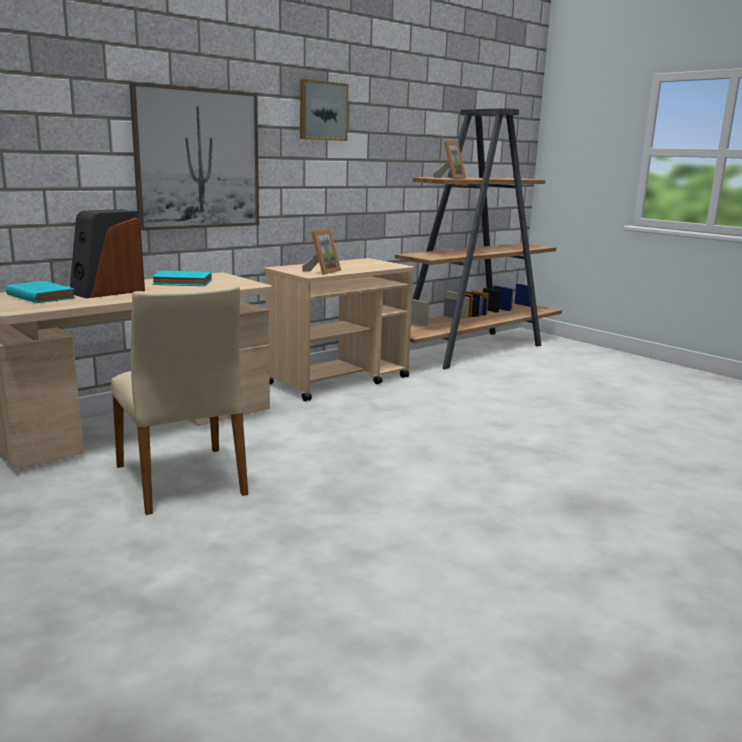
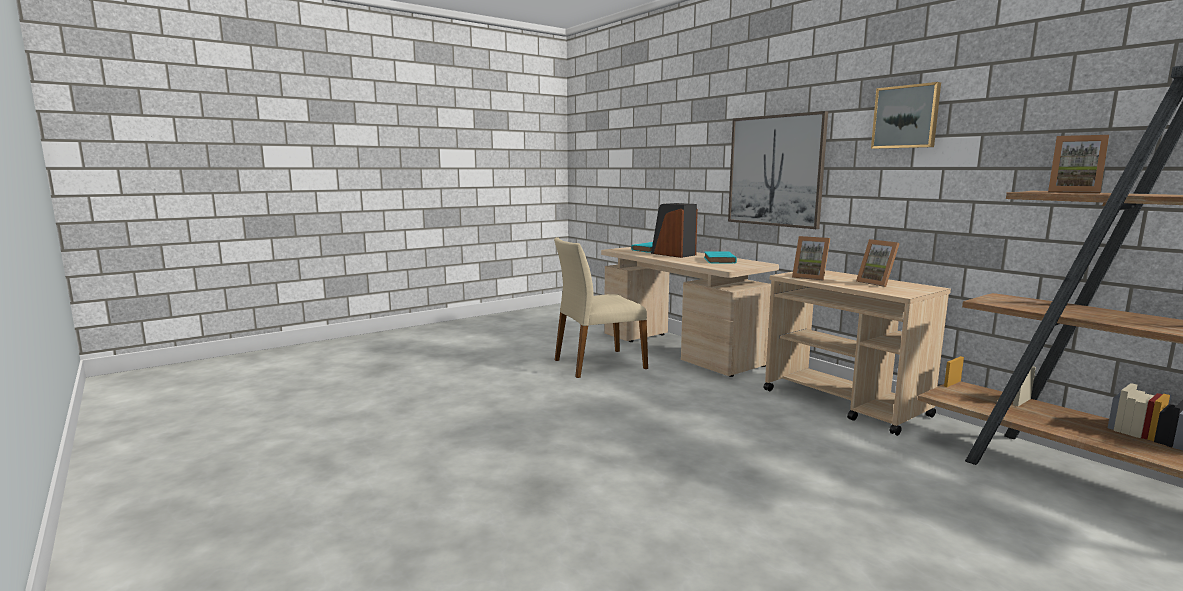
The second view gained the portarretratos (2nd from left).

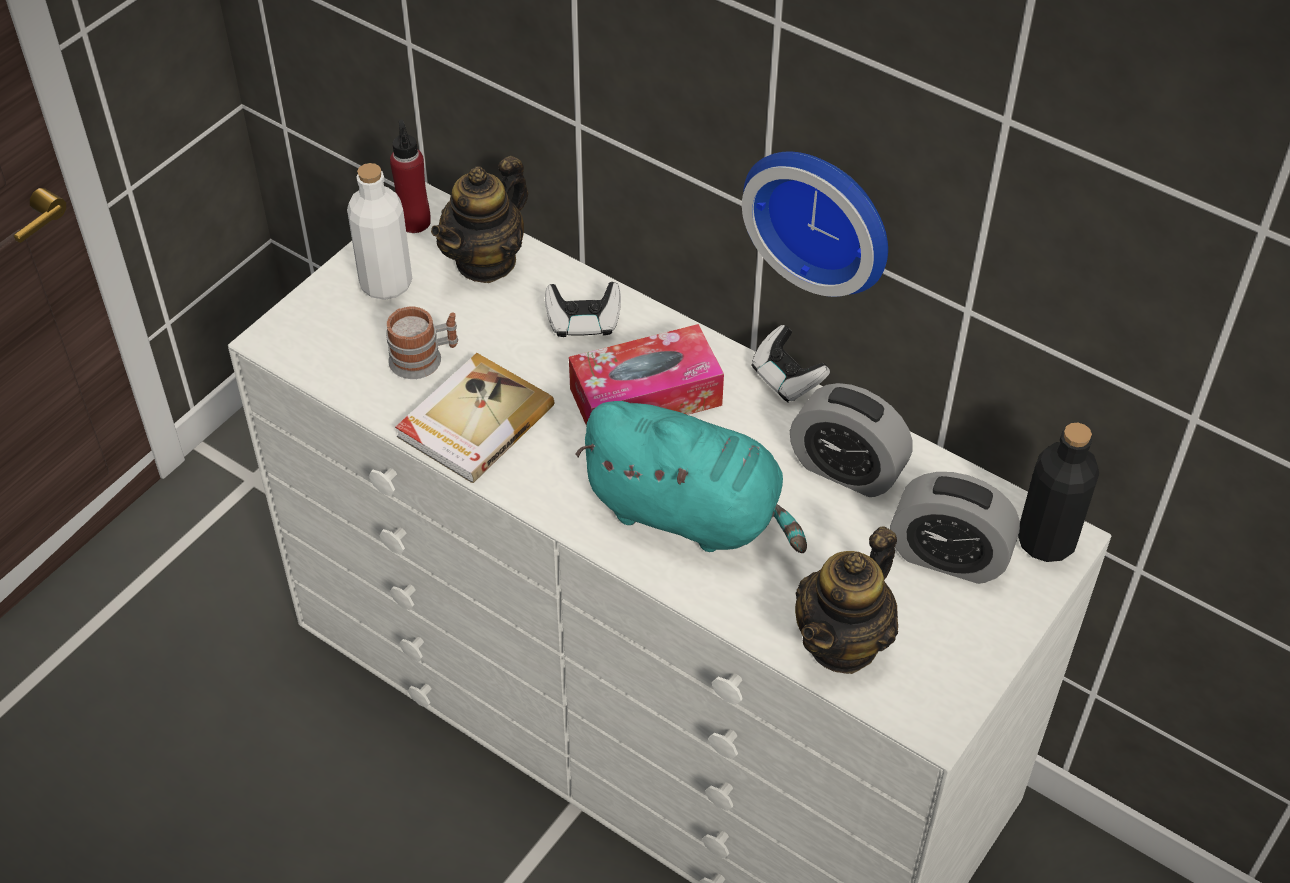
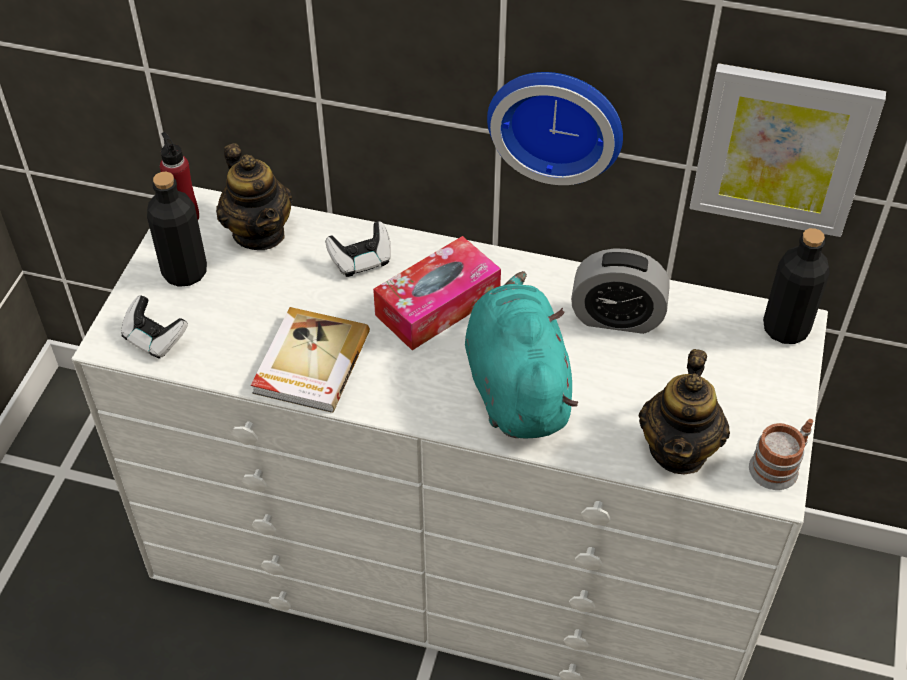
The tetera (1st from left) ended up facing another way, 45 degrees counterclockwise from before. What was the botella (blanco) turned into the botella (negro) (1st from left). The taza grande ended up elsewhere. The mando de consola (2nd from left in the first image) ended up elsewhere. The peluche (turquesa) ended up facing another way, 105 degrees counterclockwise from before. The second view lost the despertador (2nd from left). The second view gained the cuadro.

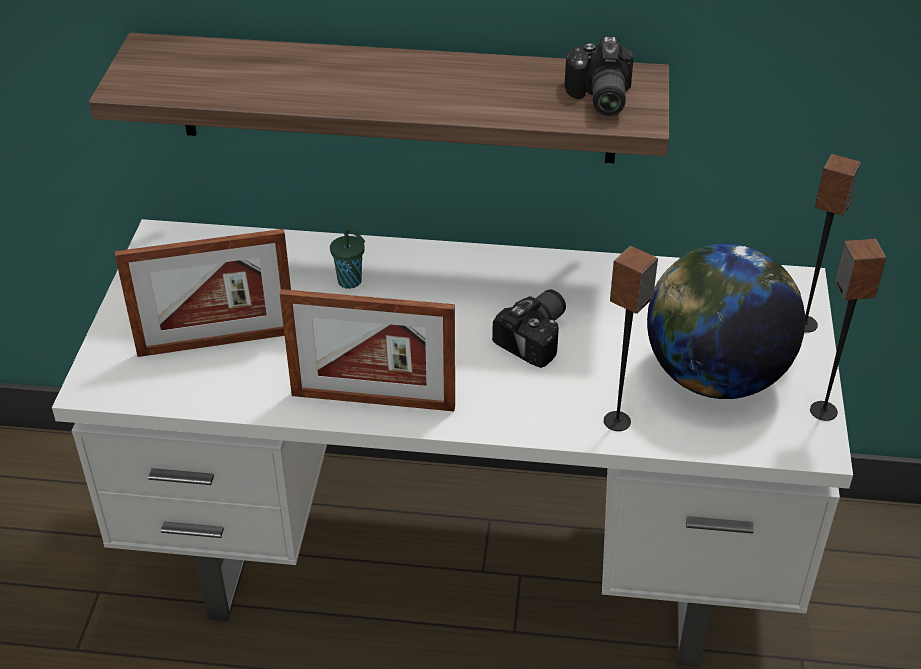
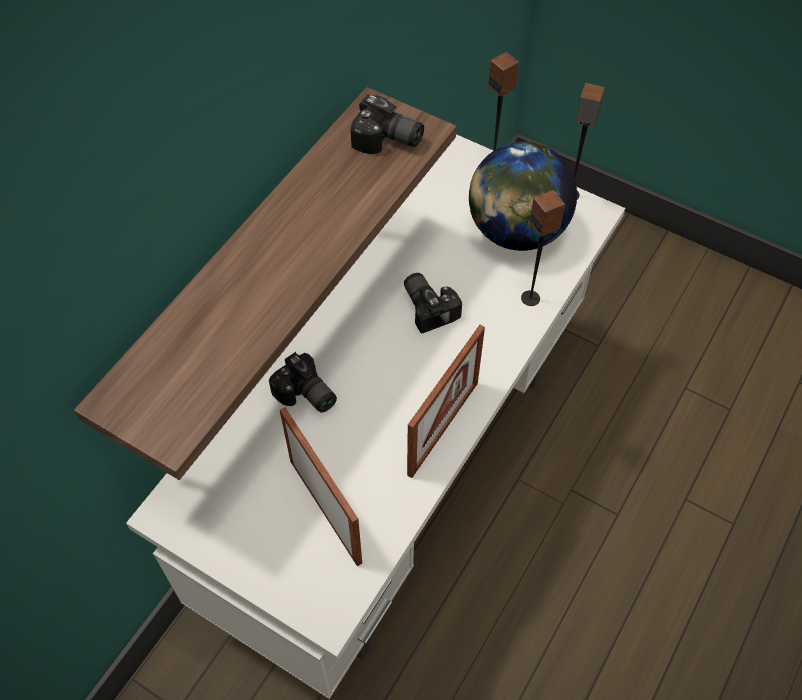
Where the taza (verde) stood, the cámara (1st from left) came to stand. The portarretratos (1st from left) ended up facing another way, 45 degrees counterclockwise from before.

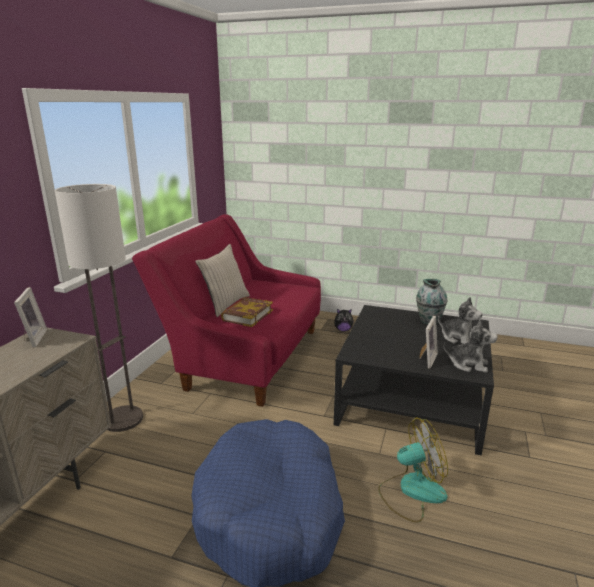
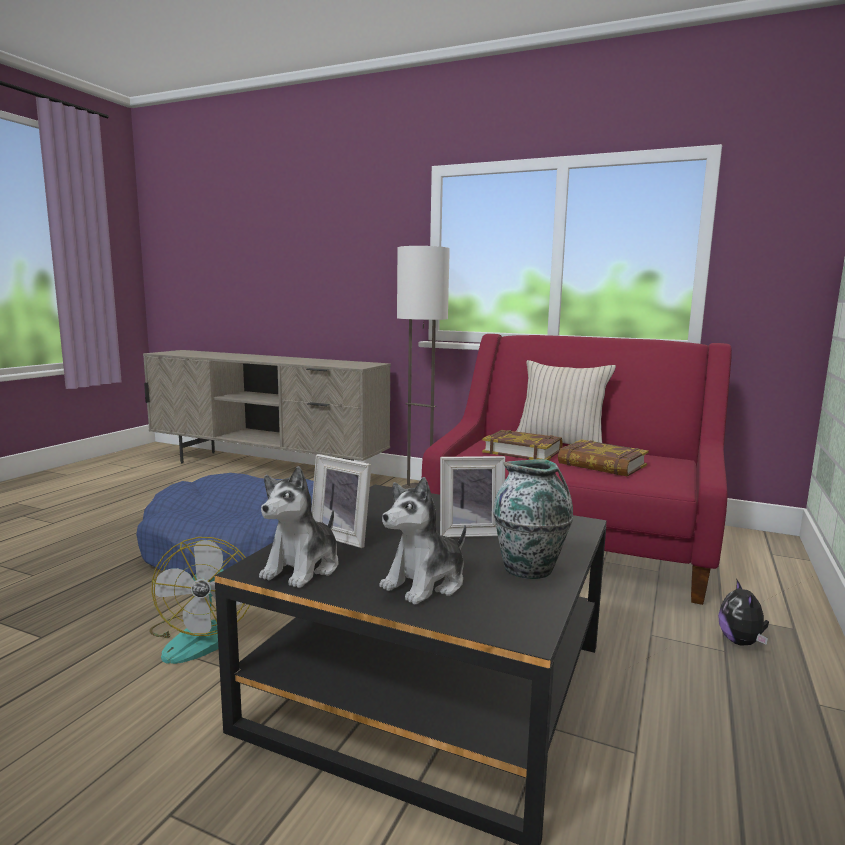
The portarretratos (1st from left in the first image) ended up elsewhere. The second view gained the libro (2nd from left).

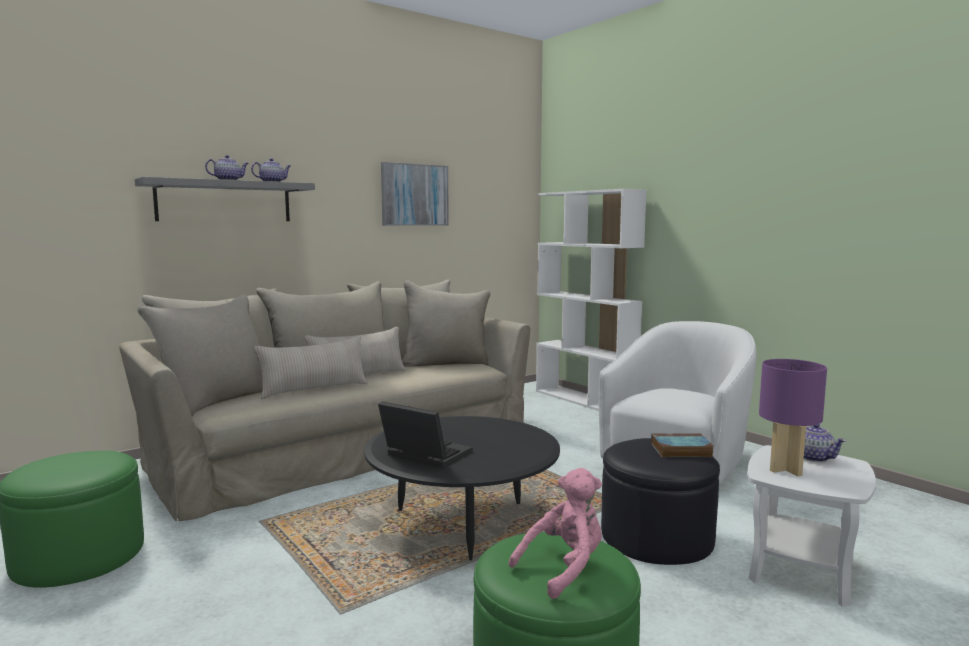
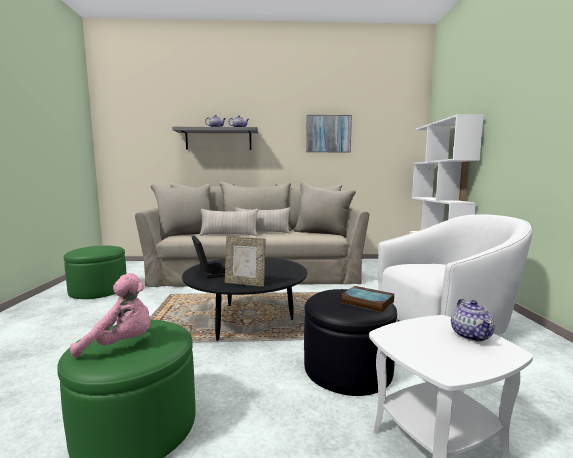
The second view lost the lámpara de mesa (morado). The second view gained the portarretratos.

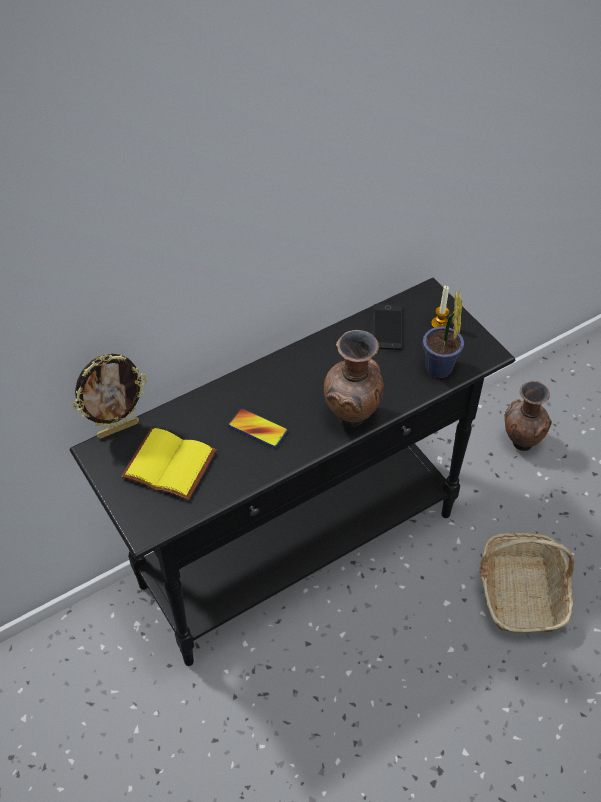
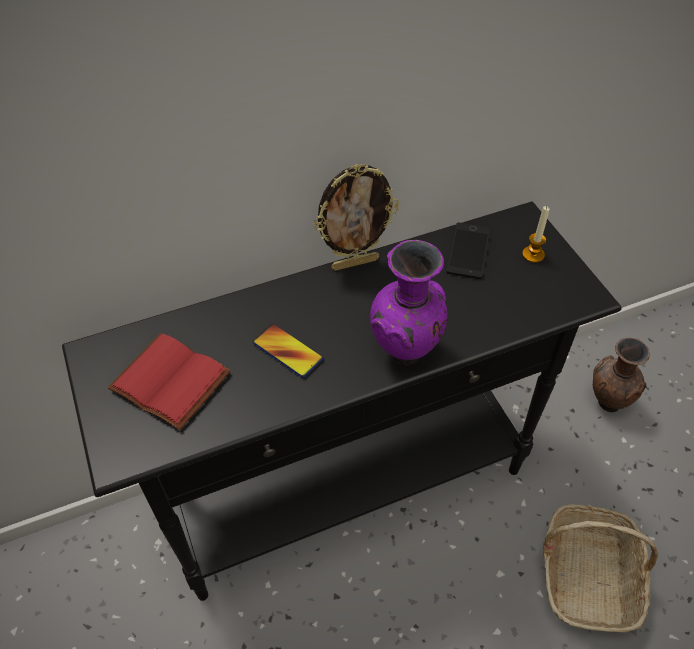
The second view lost the planta en maceta. What was the florero (marrón) (1st from left) turned into the florero (morado). The portarretratos ended up elsewhere. What was the libro (amarillo) turned into the libro (rojo).

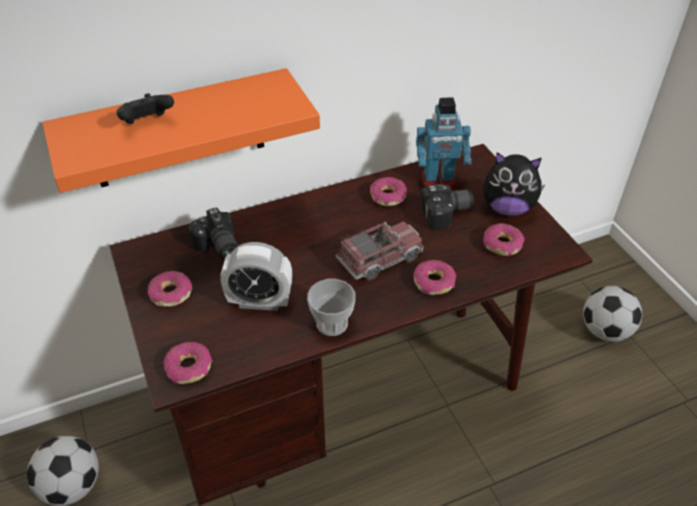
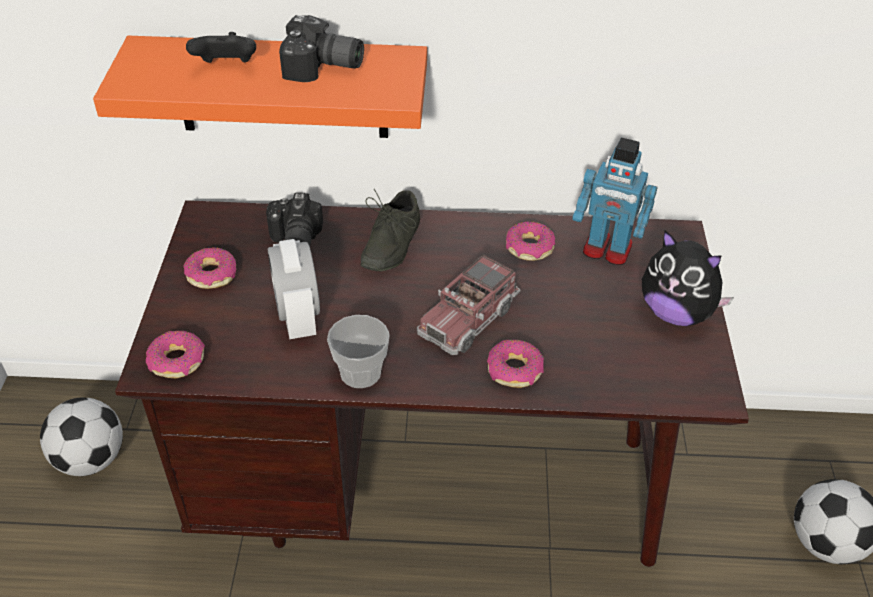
The cámara (2nd from left) ended up elsewhere. The camión de juguete ended up facing another way, 135 degrees clockwise from before. The second view lost the rosquilla (5th from left). The despertador ended up facing another way, 45 degrees clockwise from before. The second view gained the zapato (gris).

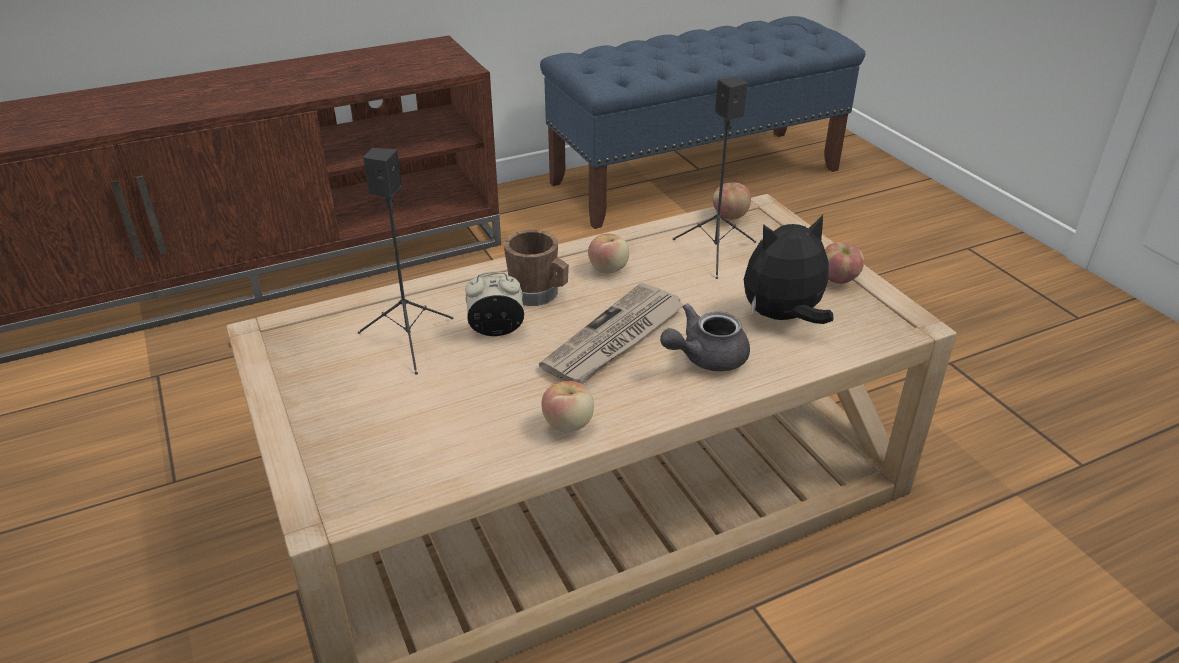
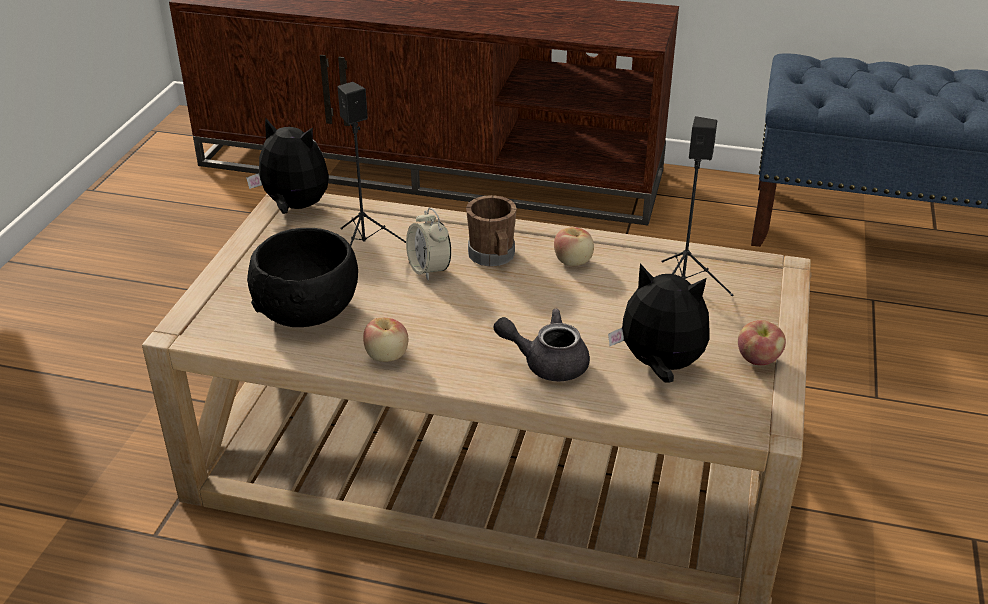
The second view lost the manzana (3rd from left). The despertador ended up facing another way, 150 degrees counterclockwise from before. The second view lost the periódico. The second view gained the peluche (1st from left). The second view gained the cuenco (negro).

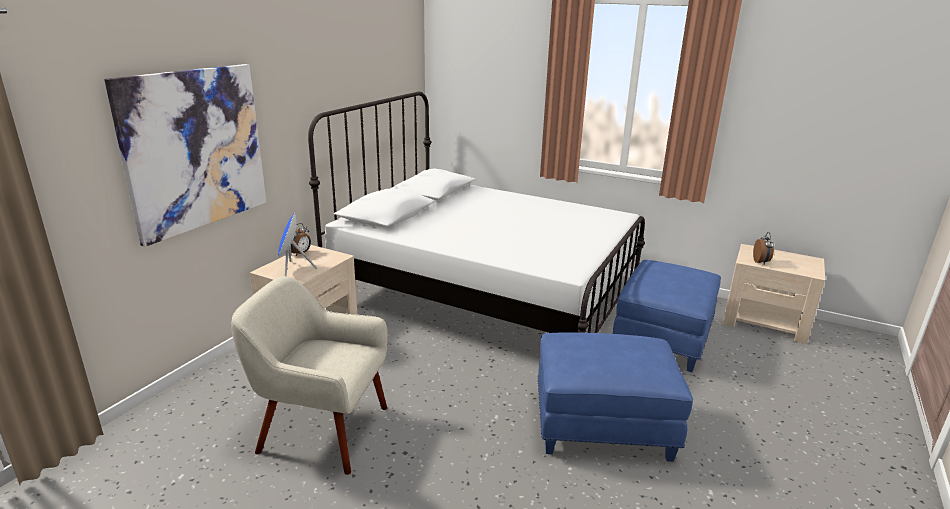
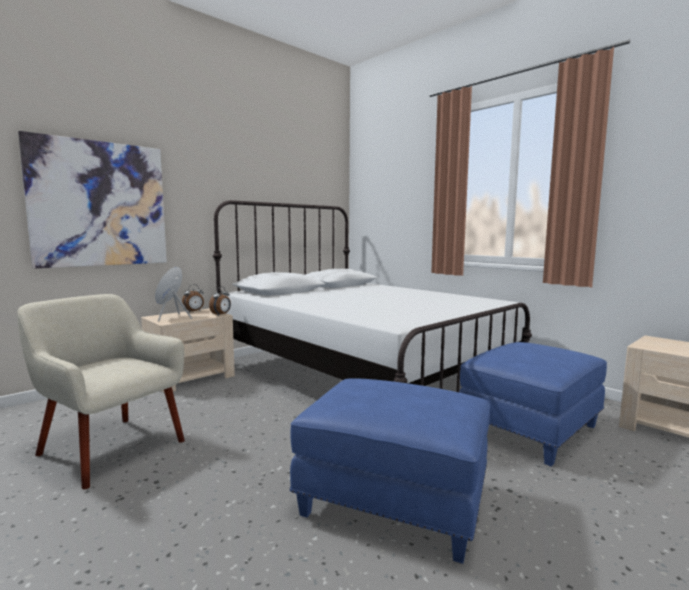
The despertador (2nd from left) ended up elsewhere.

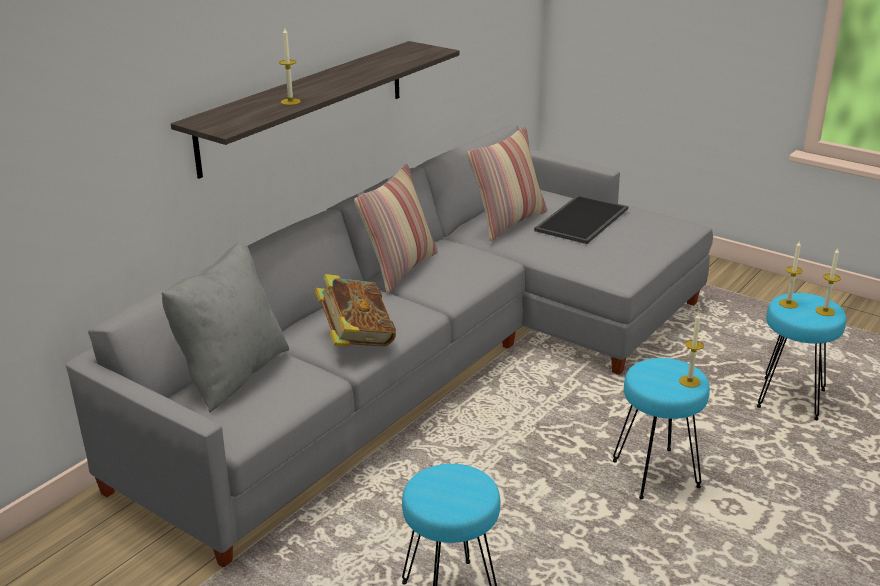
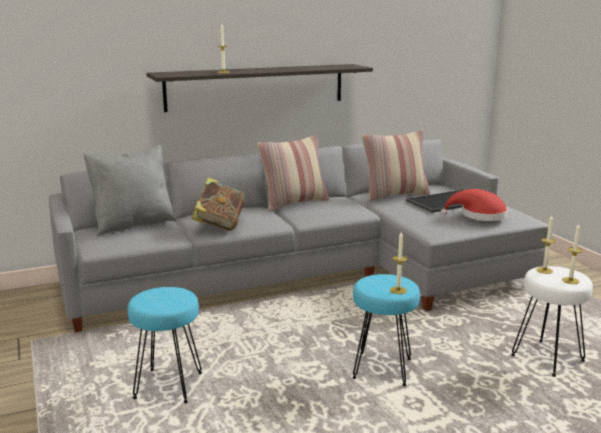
What was the taburete (turquesa) (3rd from left) turned into the taburete (blanco). The second view gained the sombrero (rojo).

